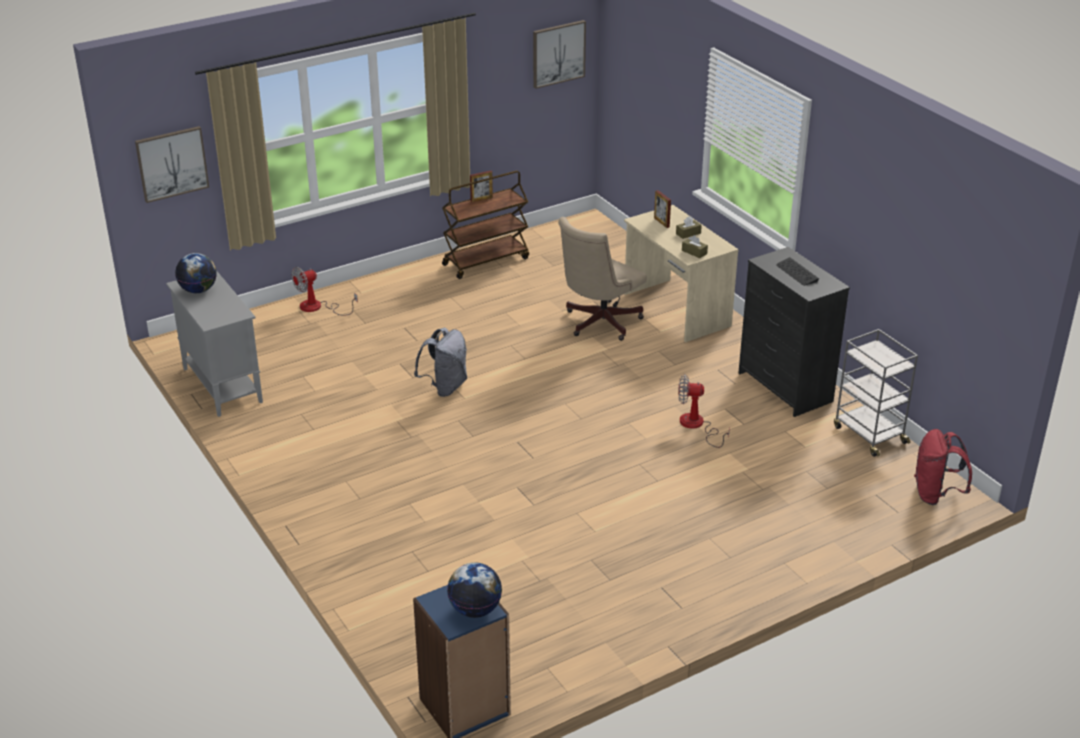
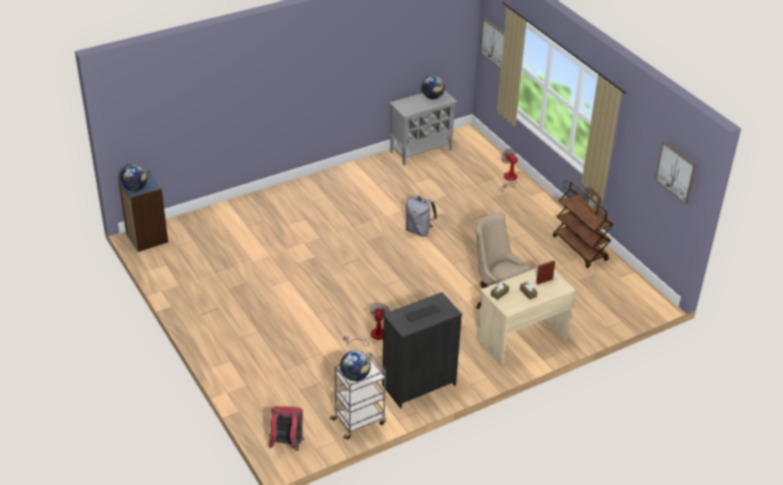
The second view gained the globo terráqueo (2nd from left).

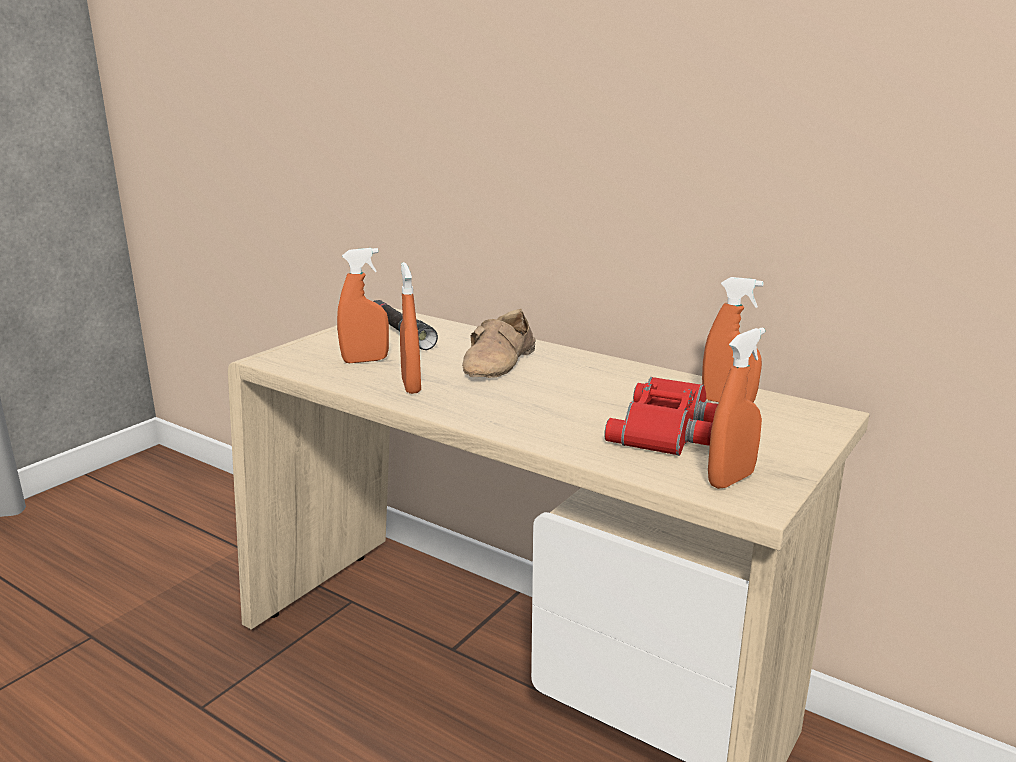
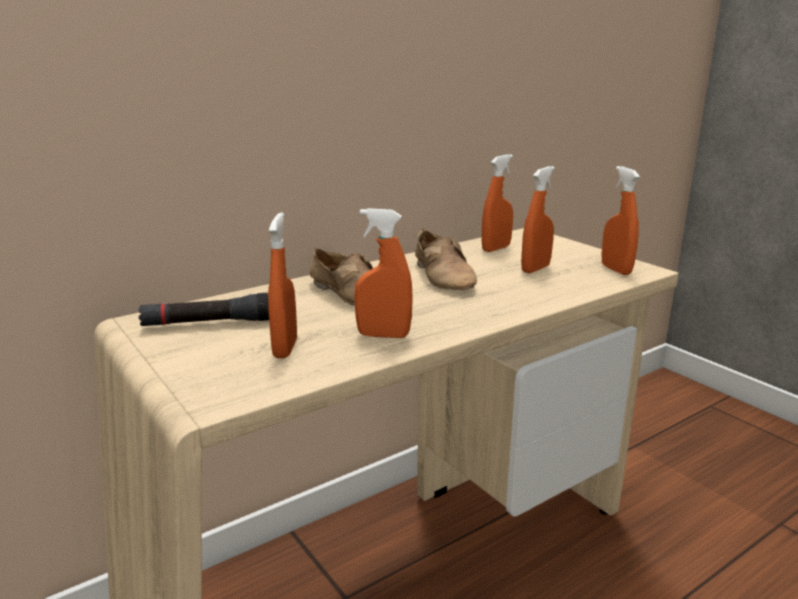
Where the prismáticos (rojo) stood, the pulverizador (naranja) (4th from left) came to stand. The second view gained the zapato (beis) (2nd from left).

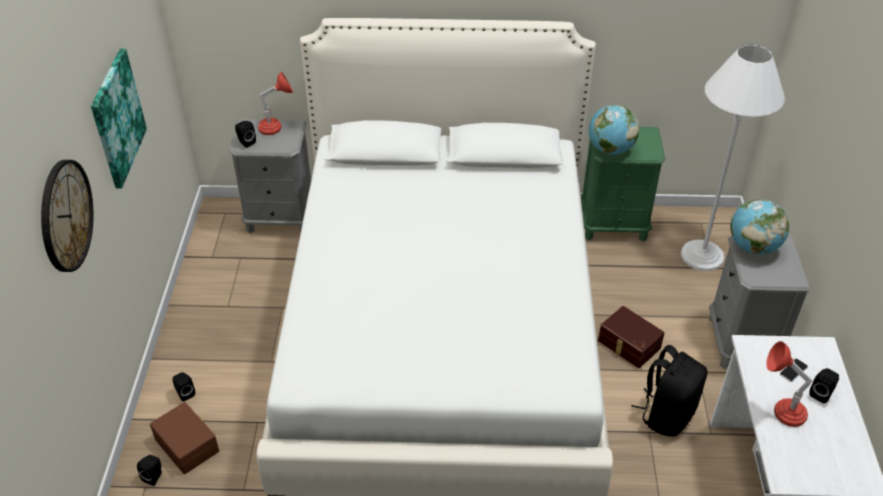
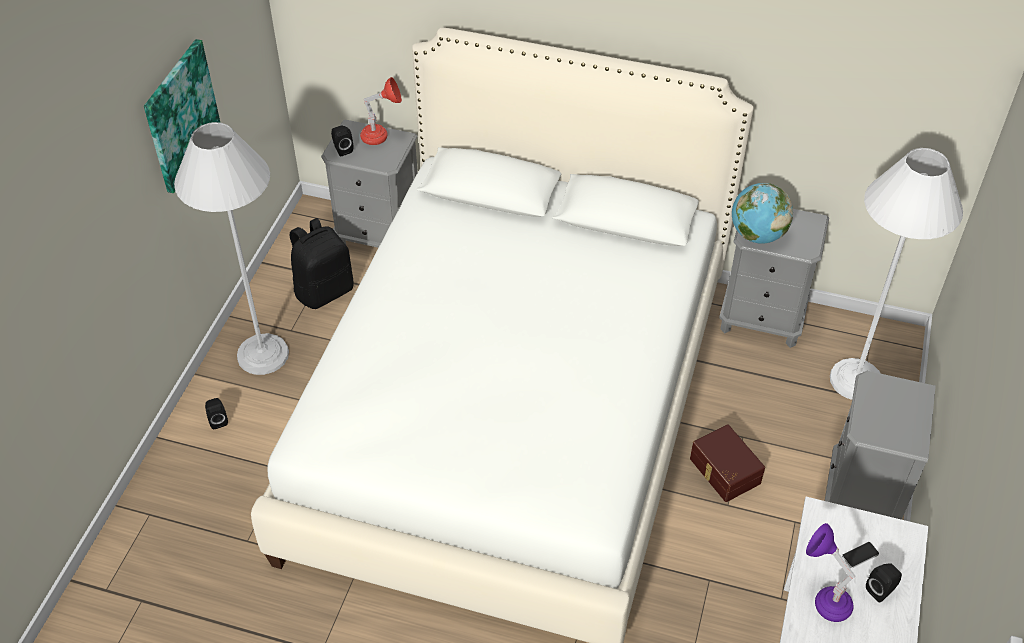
What was the mesita de noche (verde) turned into the mesita de noche (gris) (2nd from left). The second view lost the reloj de pared. The second view lost the globo terráqueo (2nd from left). What was the lámpara de mesa (rojo) (2nd from left) turned into the lámpara de mesa (morado). The mochila (negro) ended up elsewhere. The second view lost the caja de almacenaje (marrón) (1st from left). The second view lost the altavoz (negro) (1st from left). The second view gained the lámpara de pie (blanco) (1st from left).

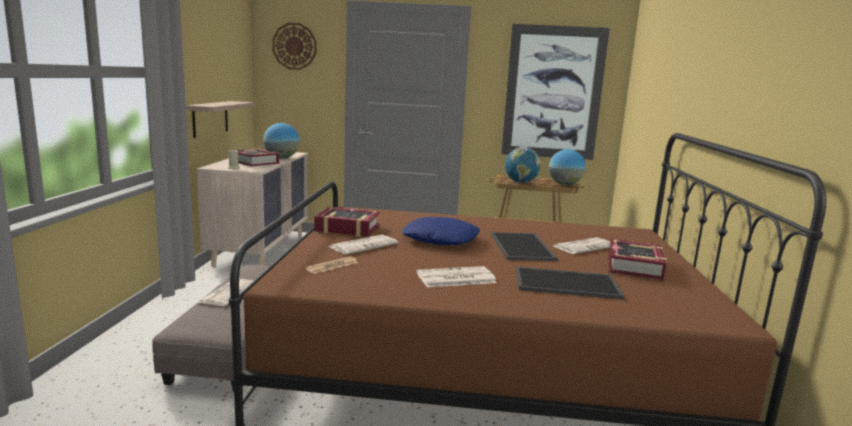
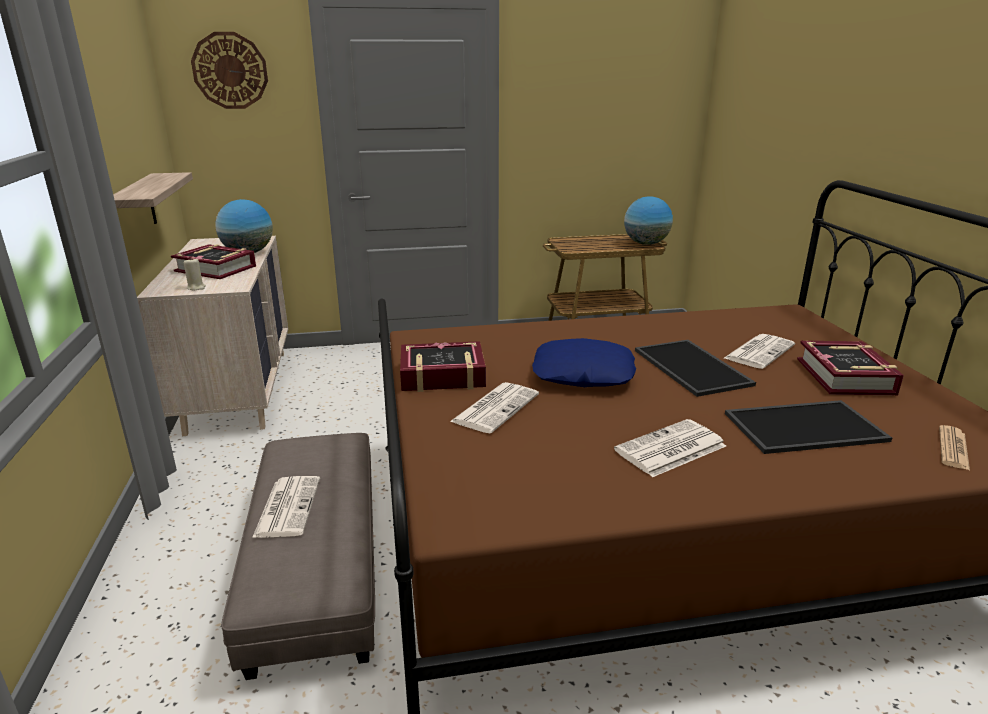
The second view lost the cuadro. The second view lost the globo terráqueo (2nd from left). The periódico (2nd from left in the first image) ended up elsewhere.

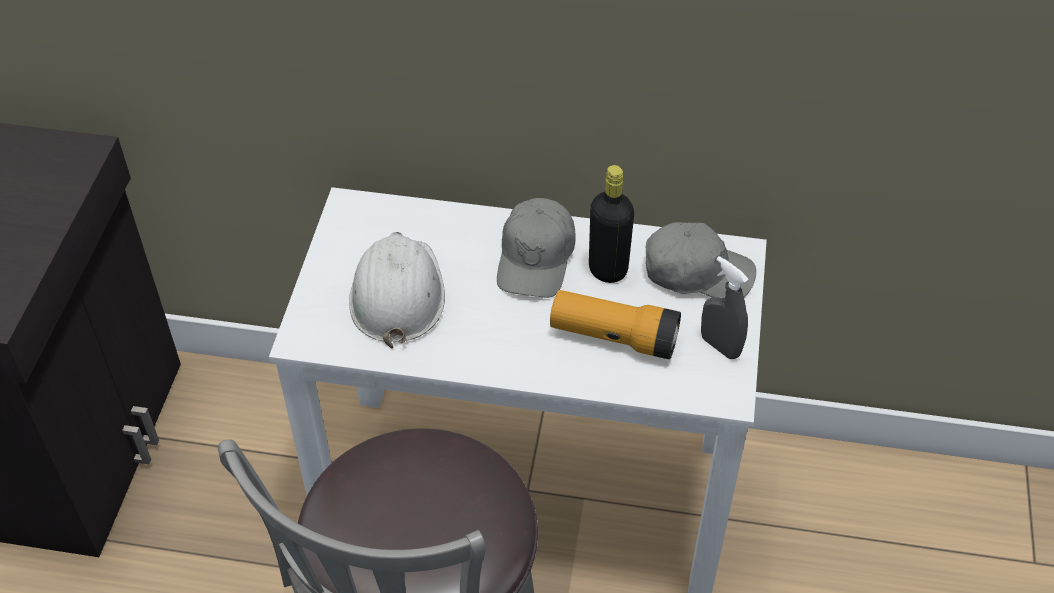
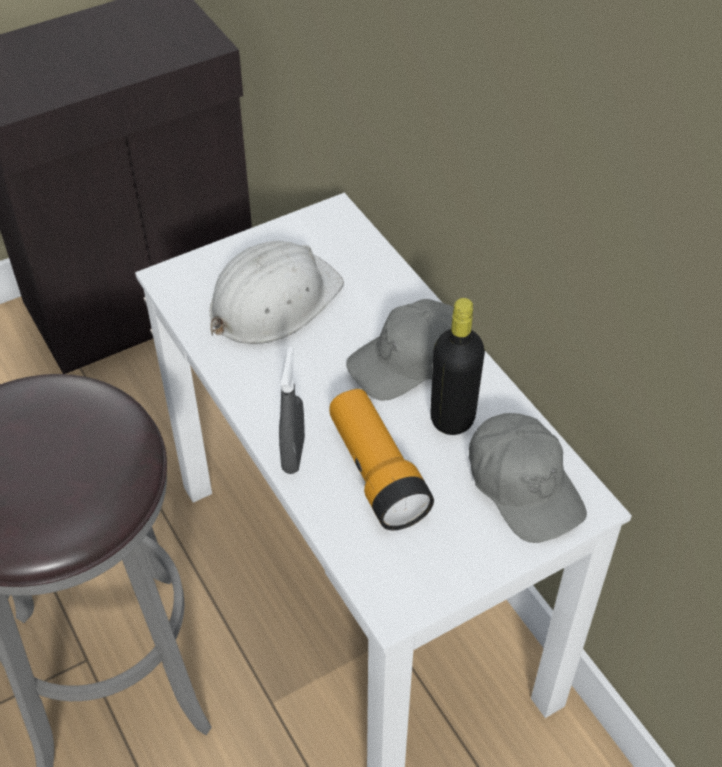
The pulverizador (gris) ended up elsewhere.

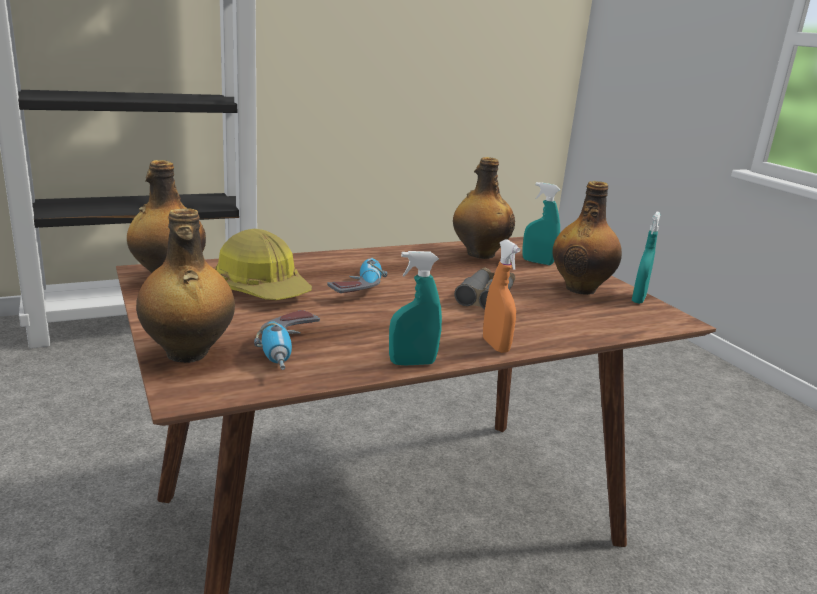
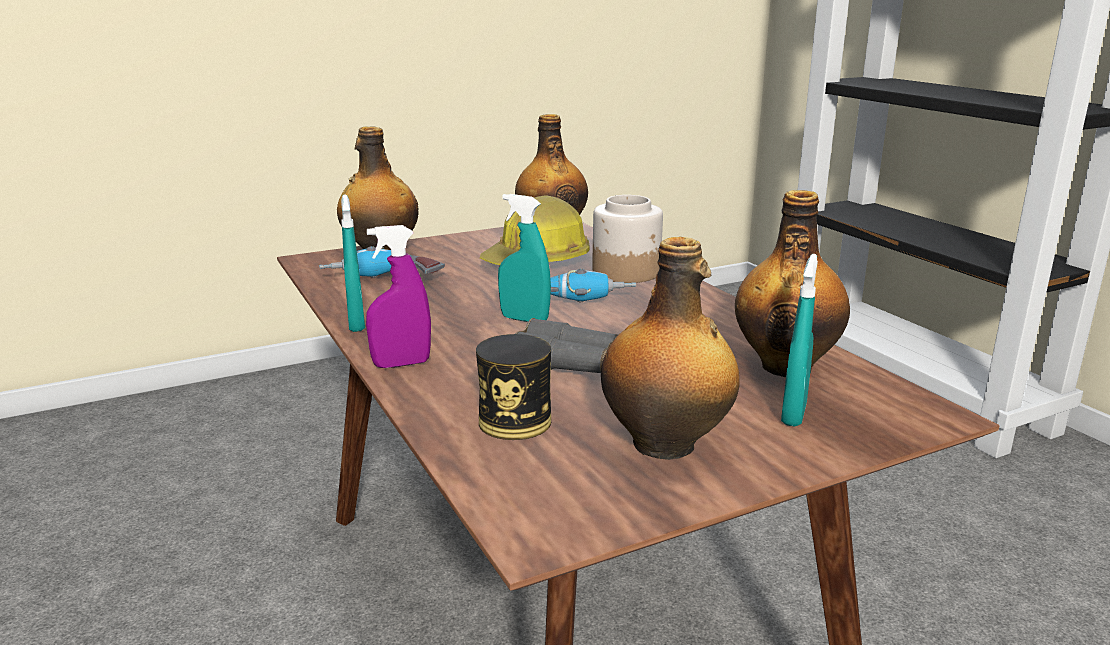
The pulverizador (turquesa) (3rd from left in the first image) ended up elsewhere. What was the pulverizador (naranja) turned into the pulverizador (morado). The second view gained the tarro. The second view gained the lata.

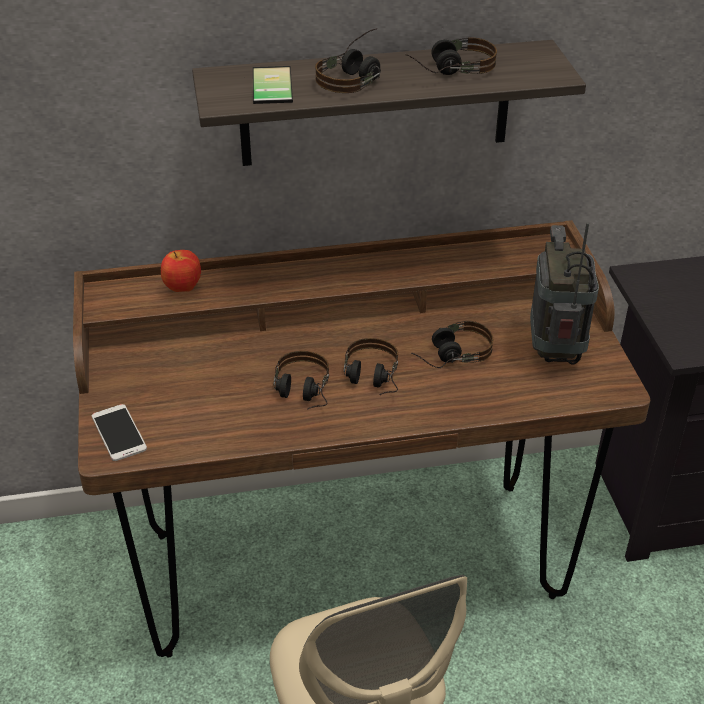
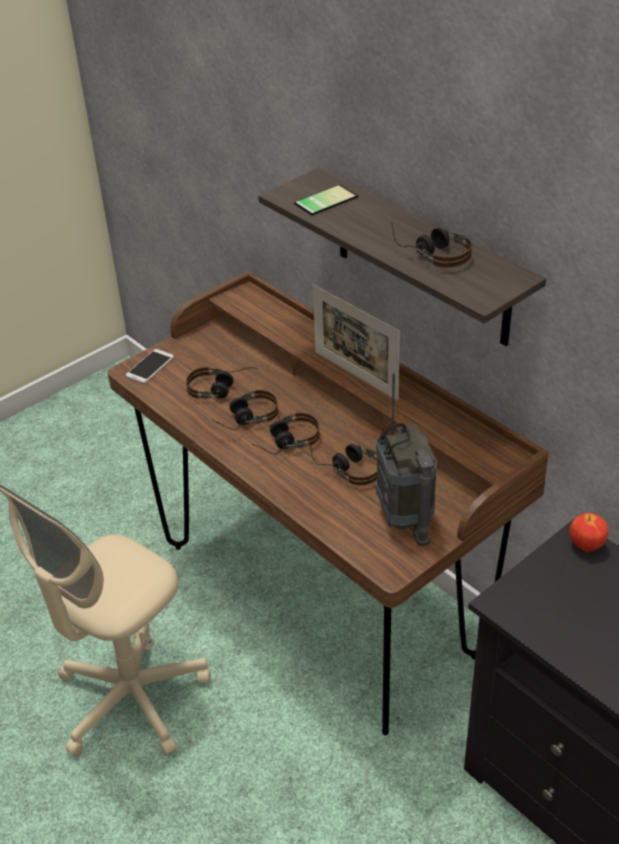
The auriculares (2nd from left in the first image) ended up elsewhere. The radio ended up facing another way, 105 degrees clockwise from before. The manzana ended up elsewhere. The second view gained the portarretratos.

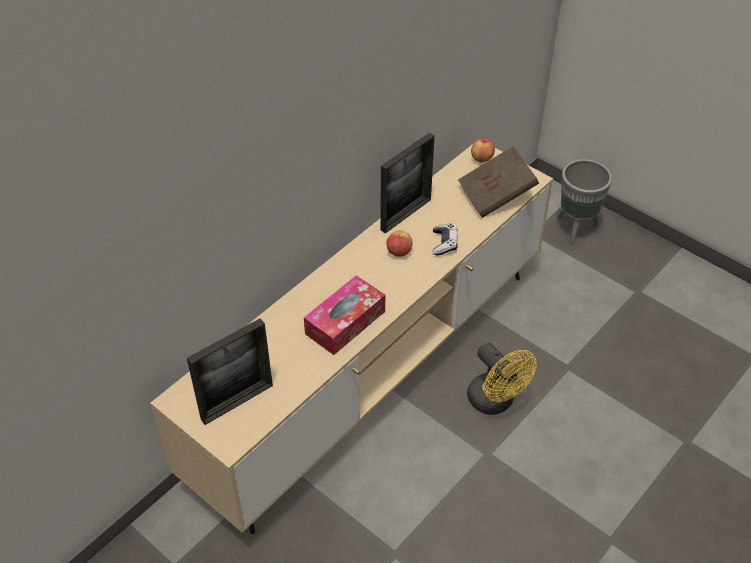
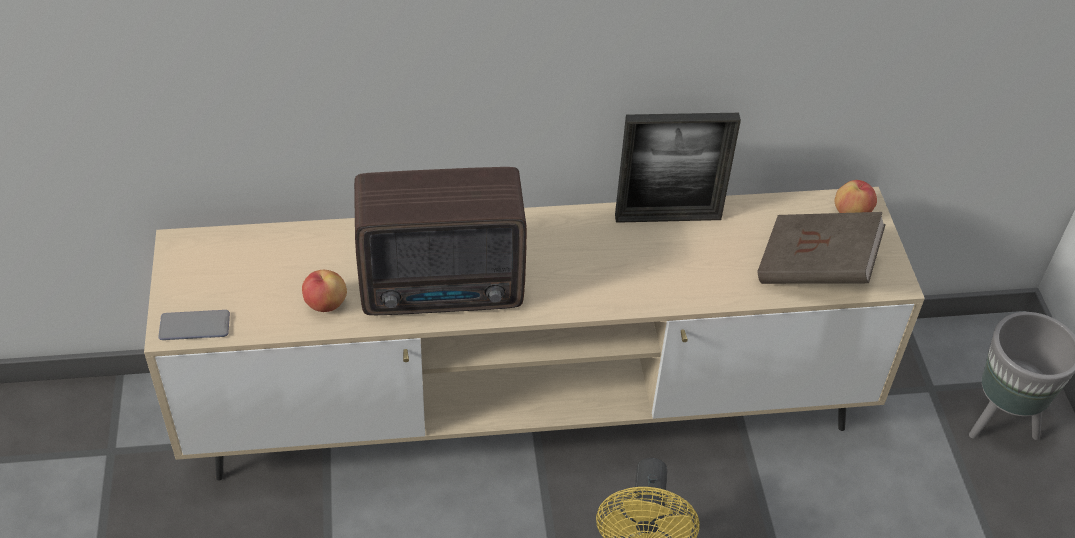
The second view lost the mando de consola. The manzana (1st from left) ended up elsewhere. Where the caja de pañuelos stood, the radio came to stand. The second view lost the portarretratos (1st from left). The second view gained the móvil.

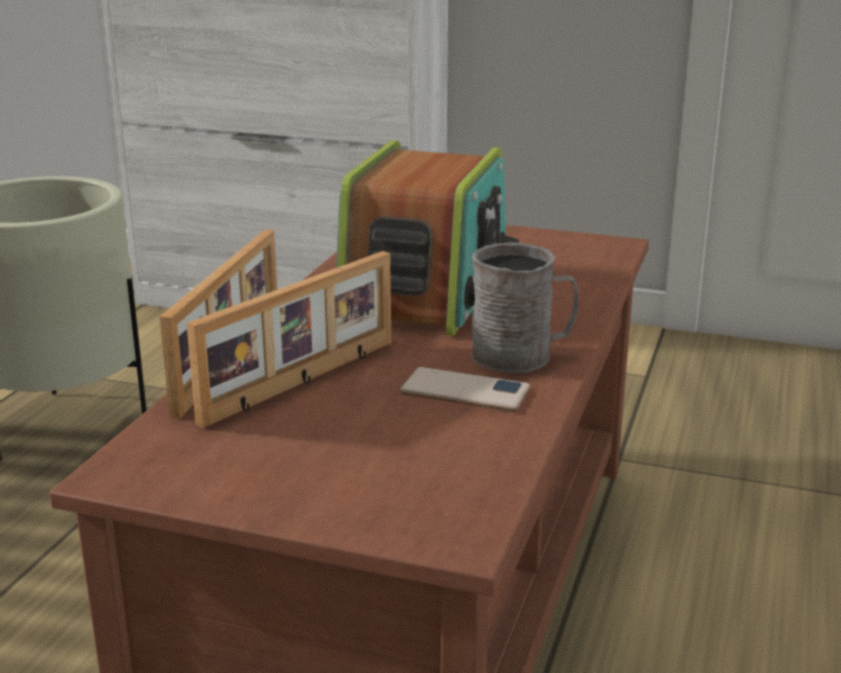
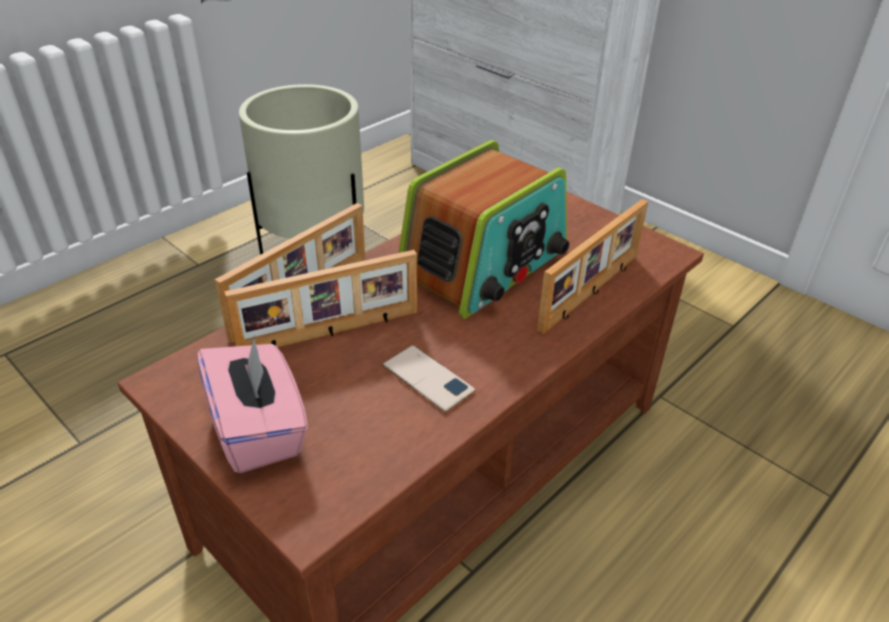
The second view lost the taza grande (gris). The second view gained the portarretratos (3rd from left). The second view gained the caja de pañuelos (rosa).

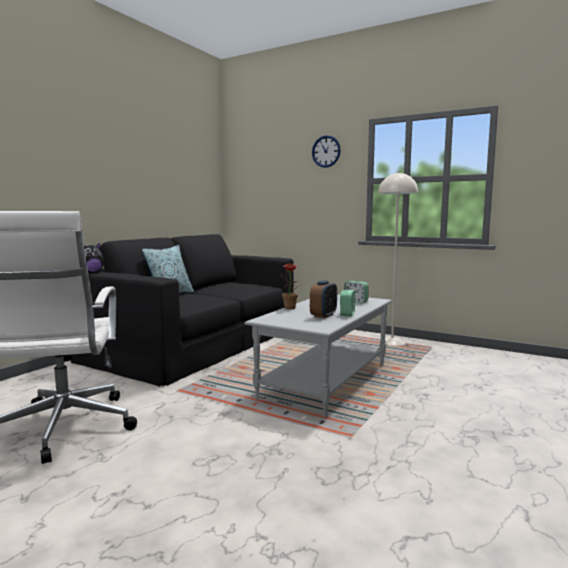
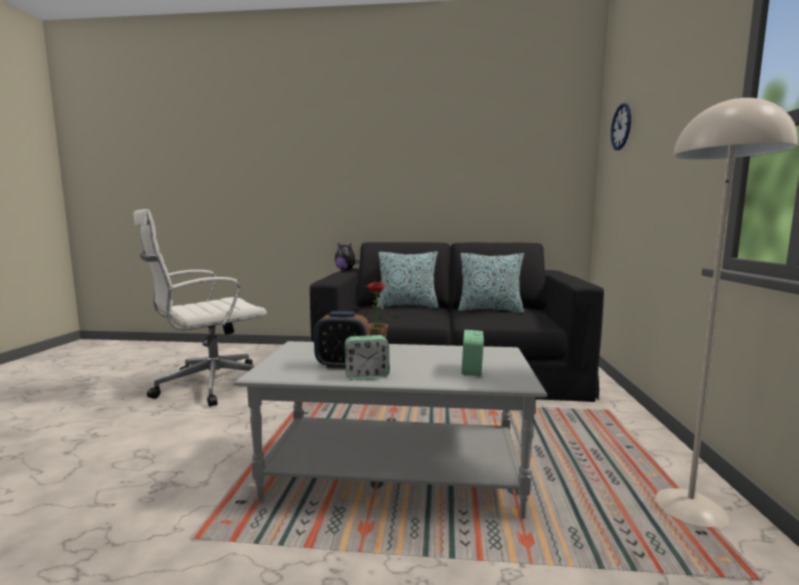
The reloj de pared ended up elsewhere. The second view gained the cojín (2nd from left).

